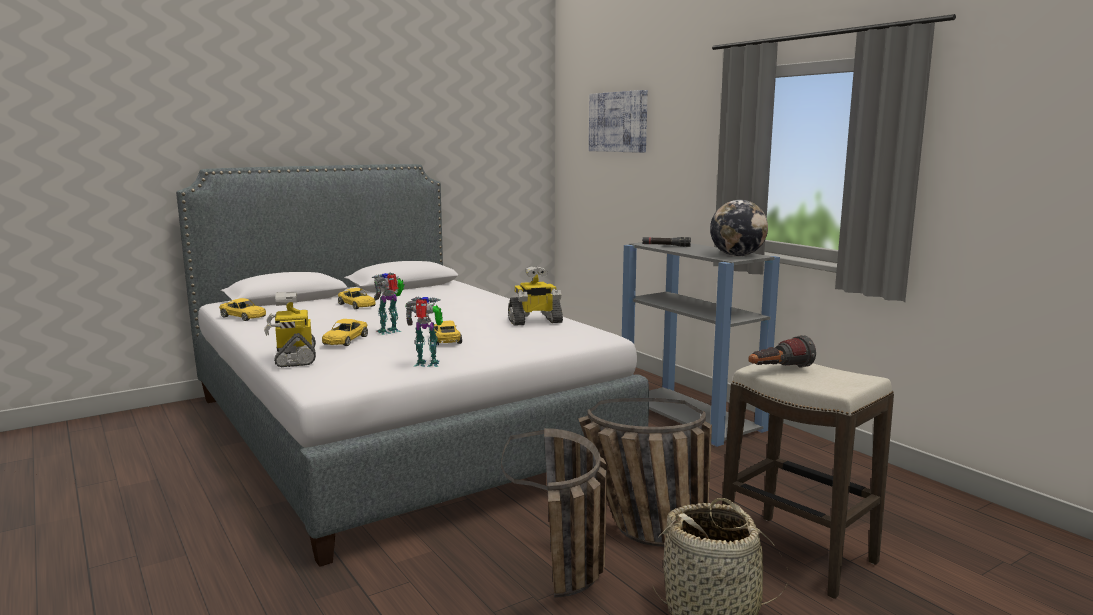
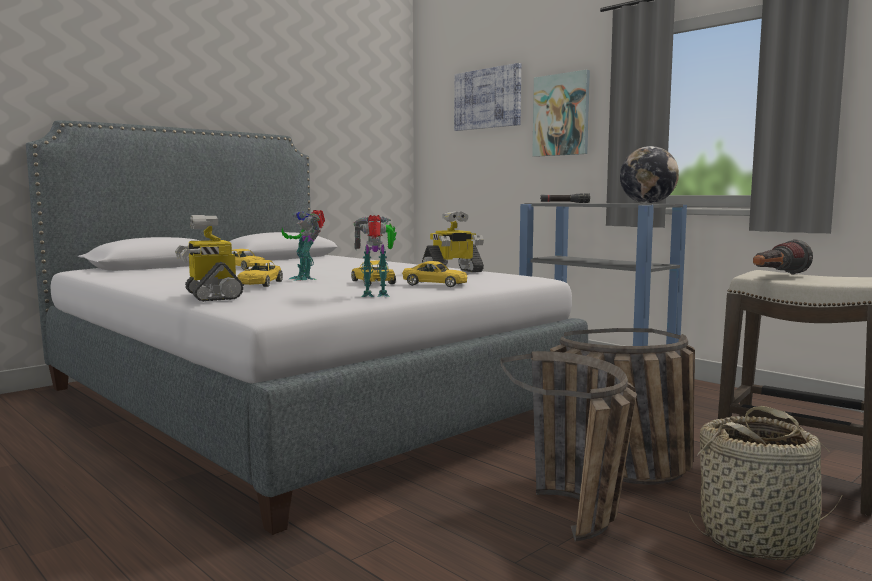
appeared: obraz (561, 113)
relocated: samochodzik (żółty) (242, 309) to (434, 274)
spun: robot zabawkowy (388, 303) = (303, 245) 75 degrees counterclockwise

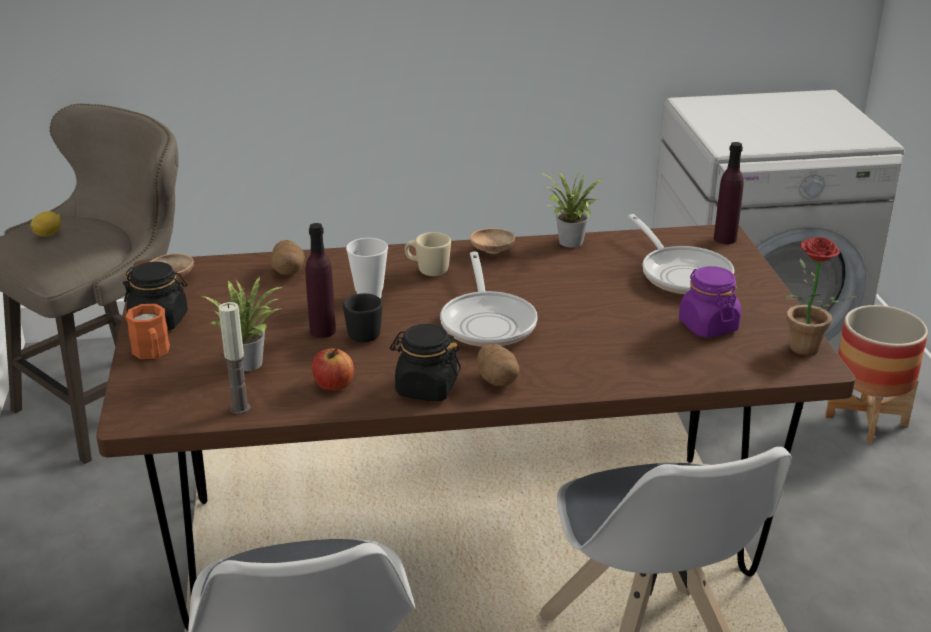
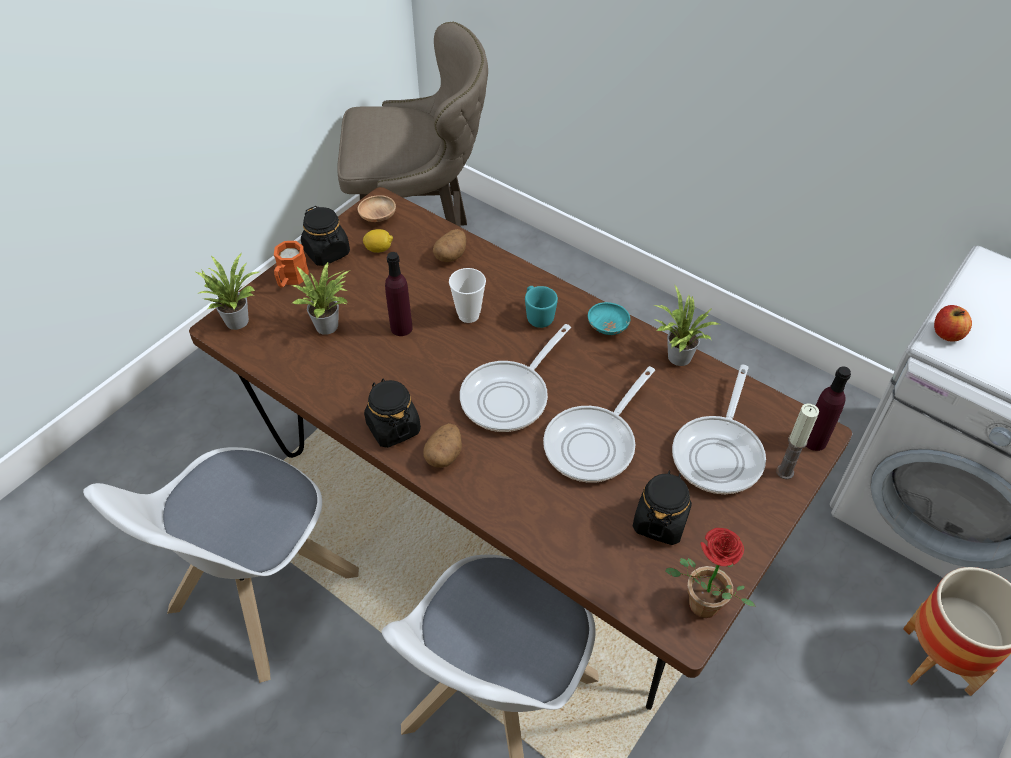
missing: kubek (czarny) (363, 317)
appeared: roślina doniczkowa (227, 291); patelnia (599, 424)
relocated: cytryna (45, 224) to (378, 241); świeca (234, 358) to (797, 441); jabłko (333, 370) to (953, 323)
colour: kubek (beżowy) (428, 254) to kubek (turkusowy) (541, 307); miska (brązowy) (492, 241) to miska (turkusowy) (609, 318); słoik (fioletowy) (710, 302) to słoik (czarny) (662, 507)

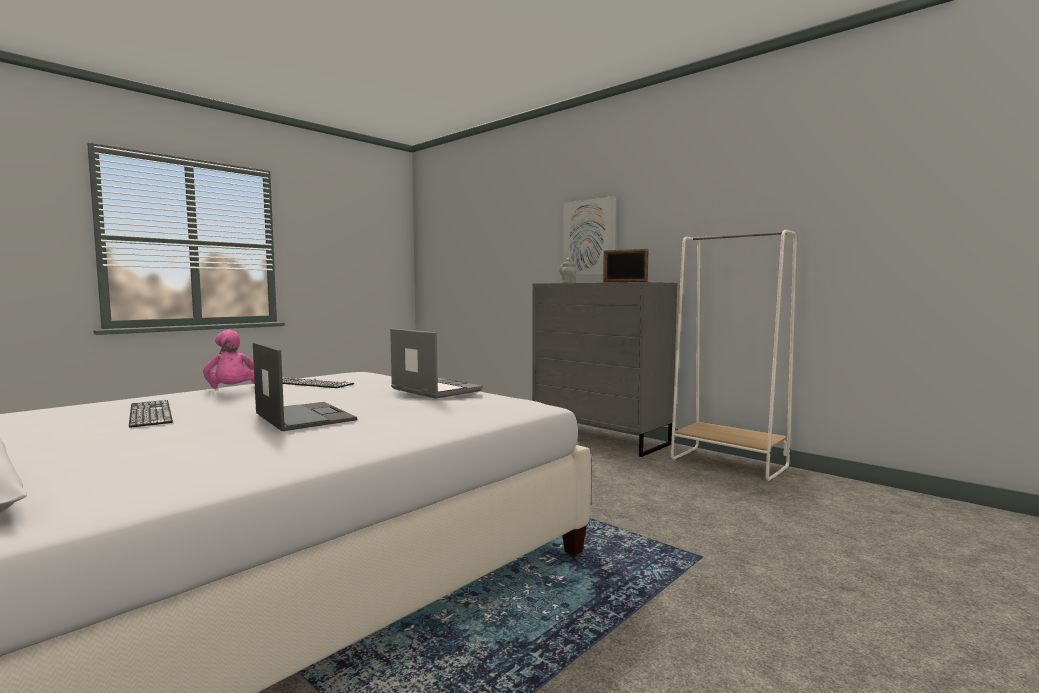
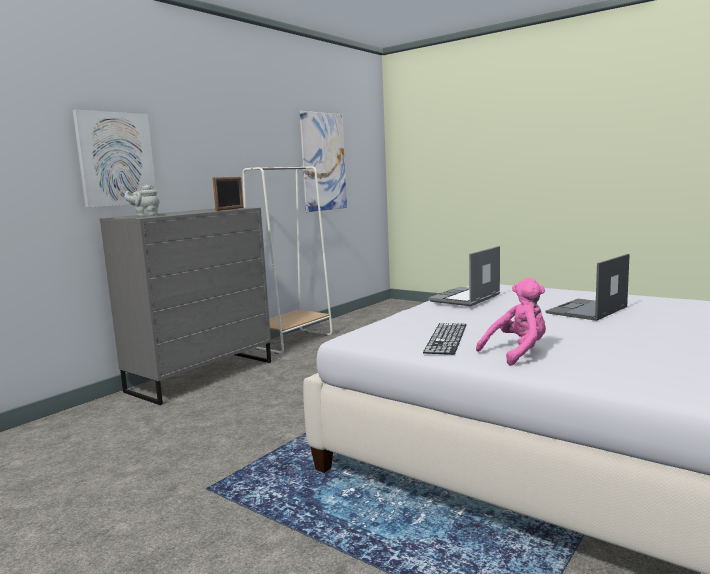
missing: klawiatura (151, 414)
appeared: obraz (323, 161)

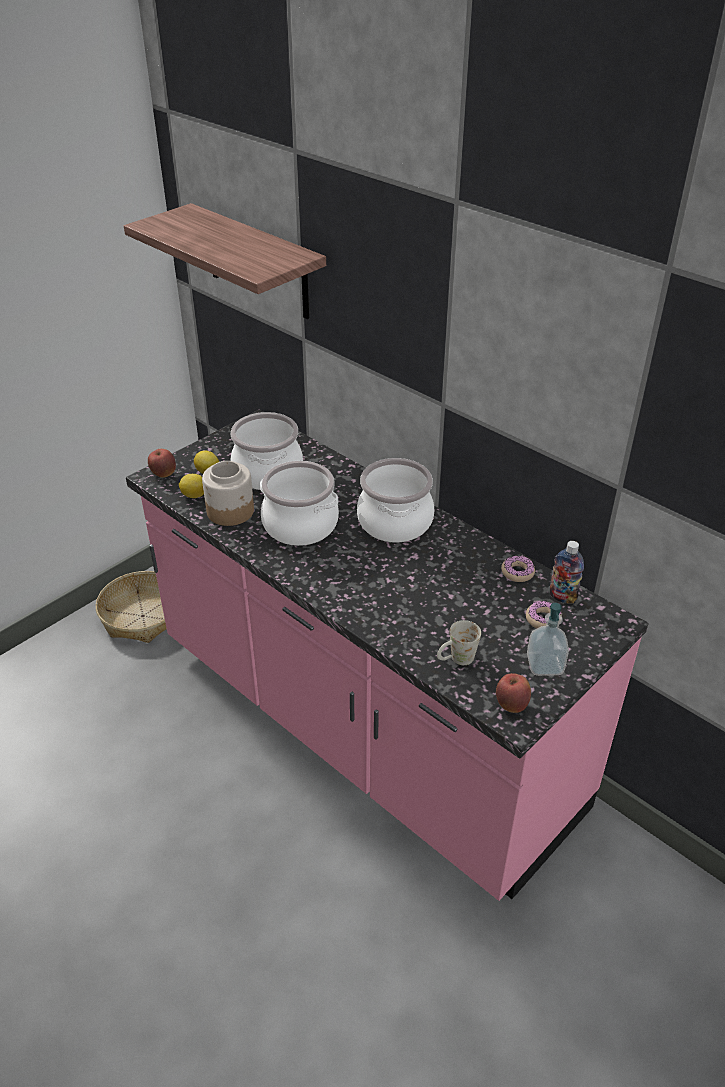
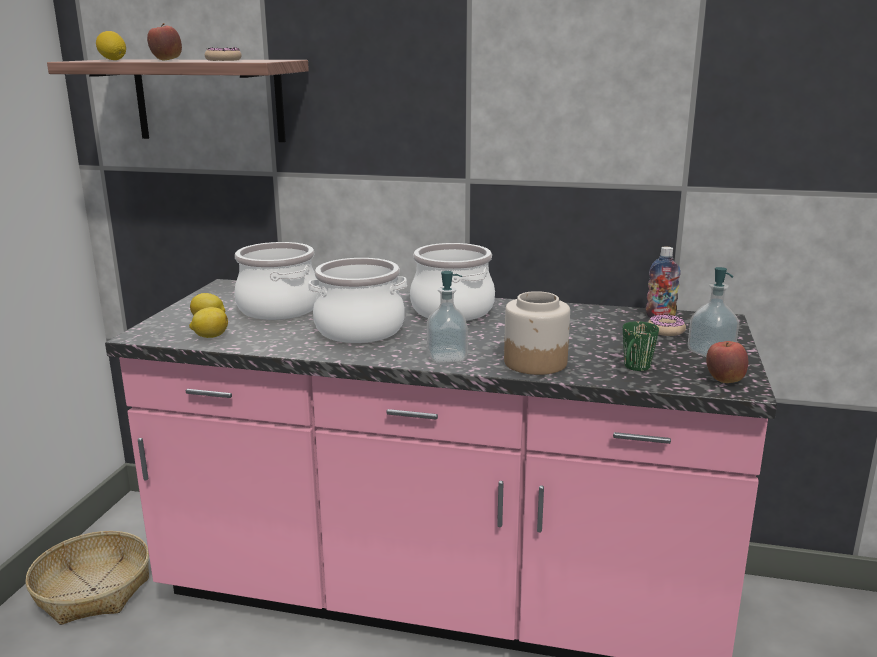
appeared: cytryna (111, 45); dozownik mydła (447, 317)
relocated: jabłko (162, 463) to (164, 42); słoik (228, 493) to (537, 333); donut (518, 569) to (223, 54)
colour: kubek (biały) (459, 642) to kubek (zielony) (641, 346)

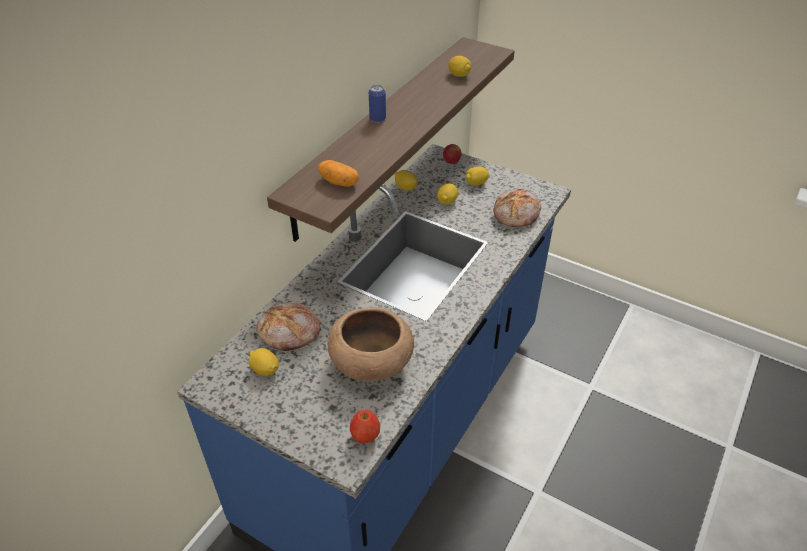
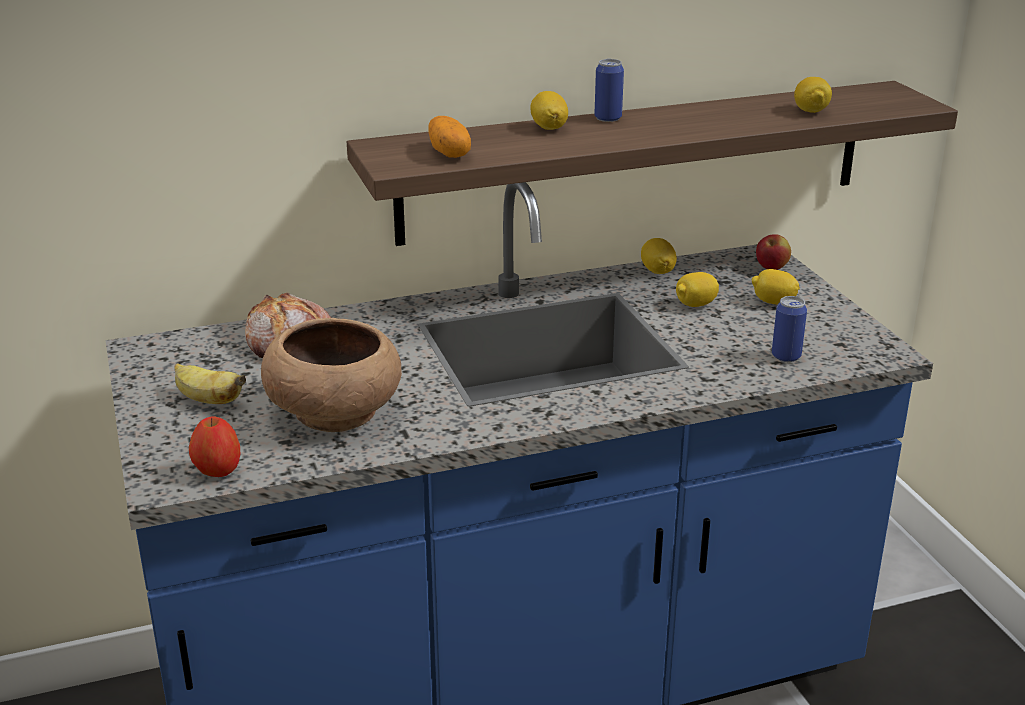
appeared: banan (210, 383)
relocated: cytryna (264, 362) to (549, 110)
exchanged: chleb (517, 207) to puszka (789, 329)

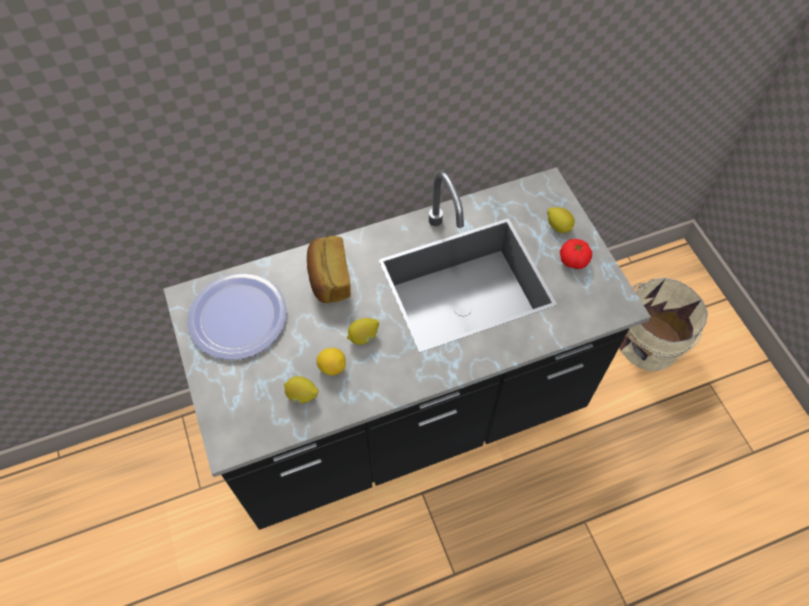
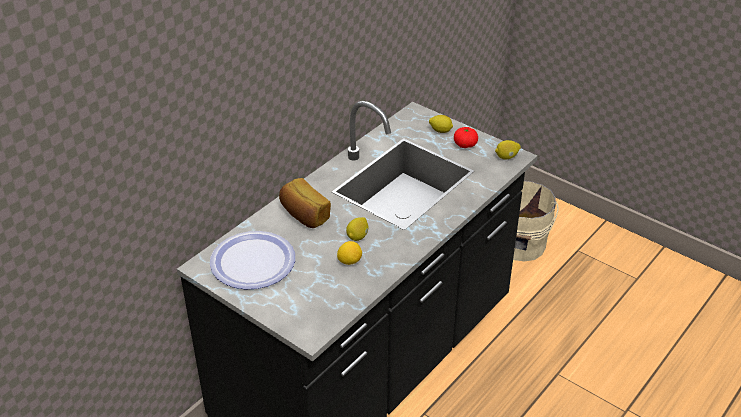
relocated: cytryna (301, 389) to (508, 149)

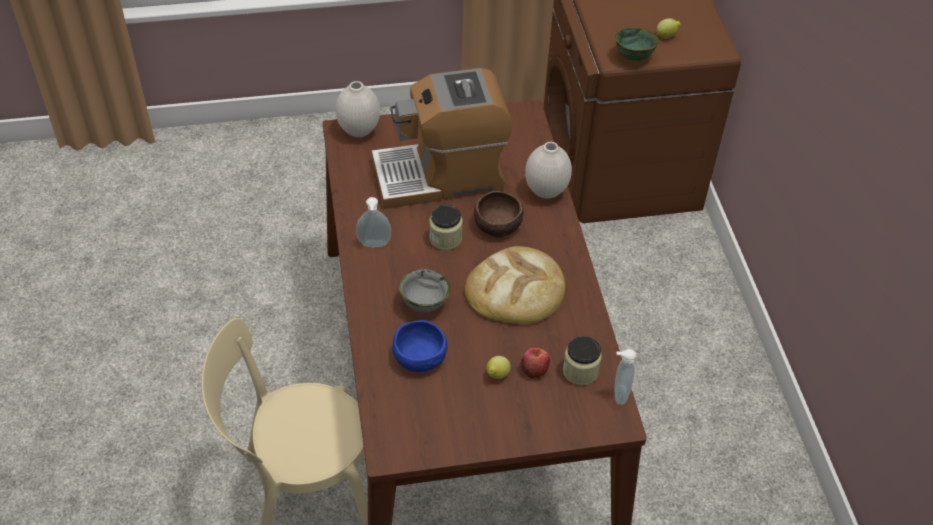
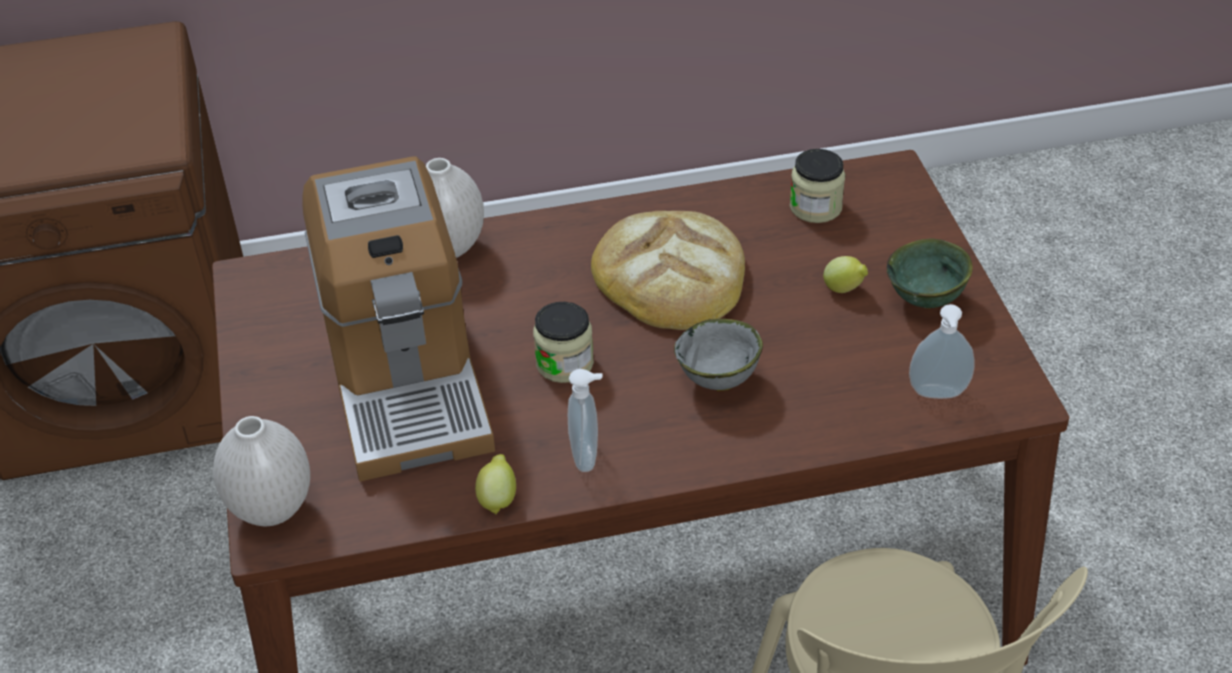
missing: miska (niebieski) (420, 346); miska (brązowy) (499, 214); jabłko (535, 363)
relocated: dozownik mydła (625, 377) to (942, 351); miska (zielony) (637, 45) to (930, 273); cytryna (669, 28) to (495, 484)

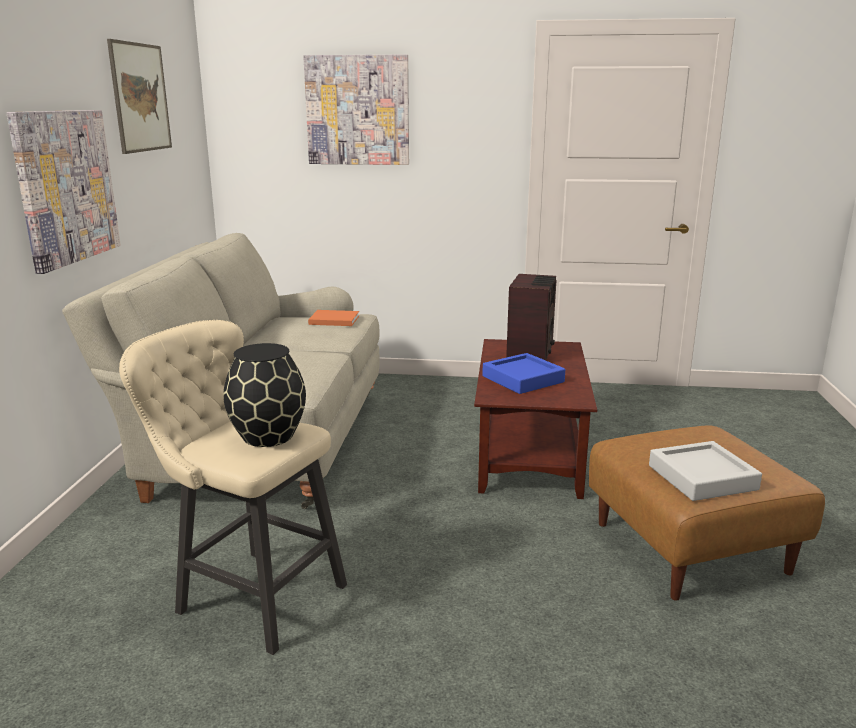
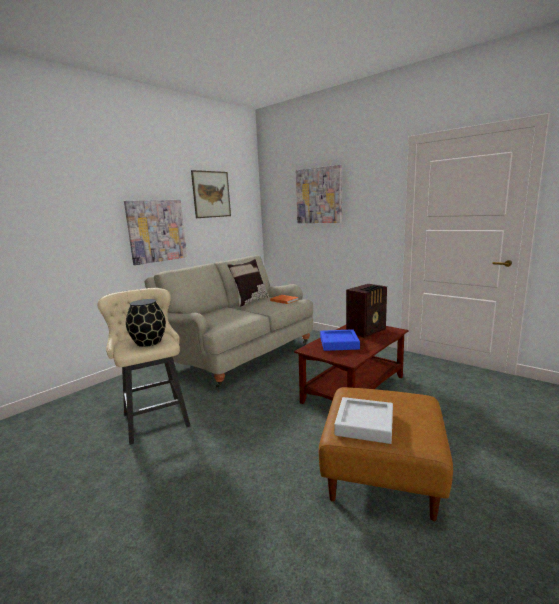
appeared: poduszka (248, 283)

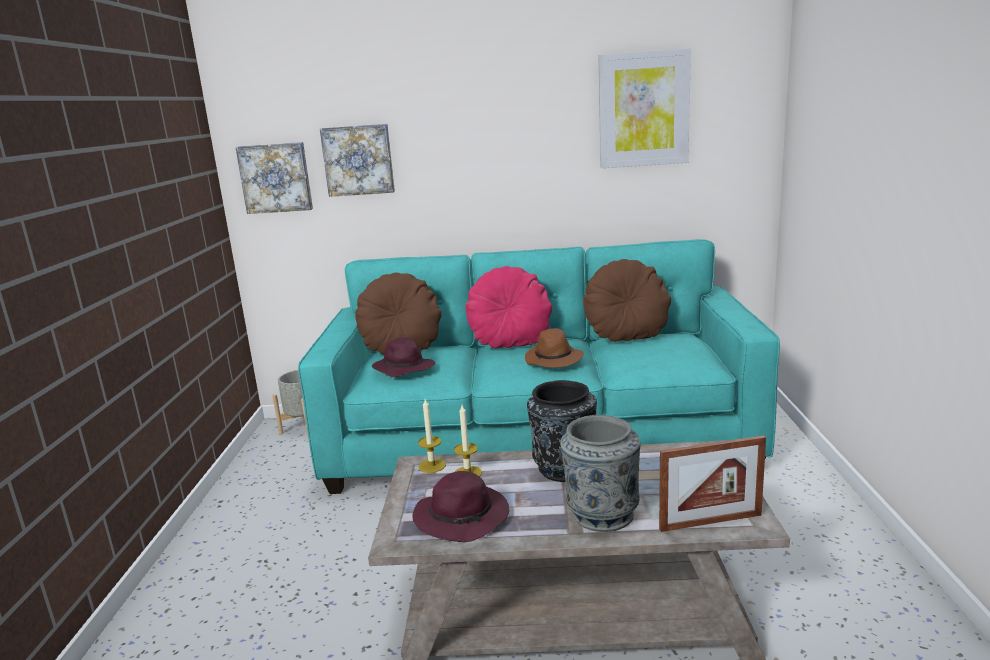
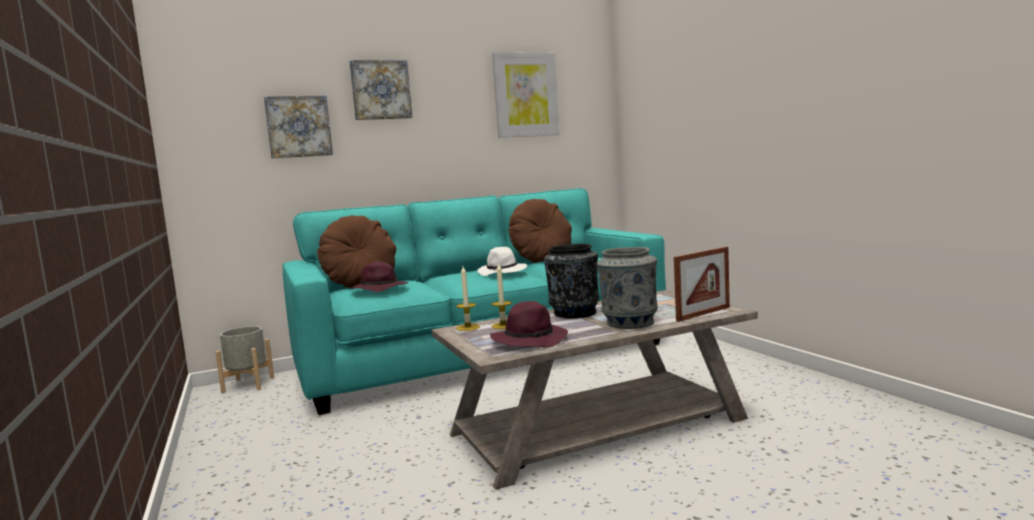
missing: poduszka (różowy) (509, 307)
relocated: obraz (274, 178) to (381, 90)
colour: kapelusz (brązowy) (554, 348) to kapelusz (biały) (502, 261)

